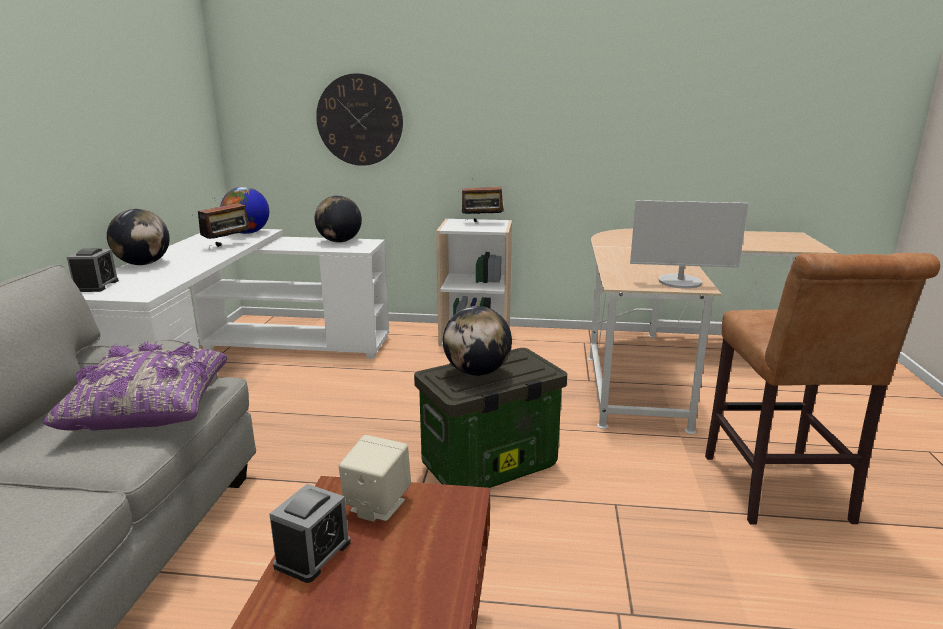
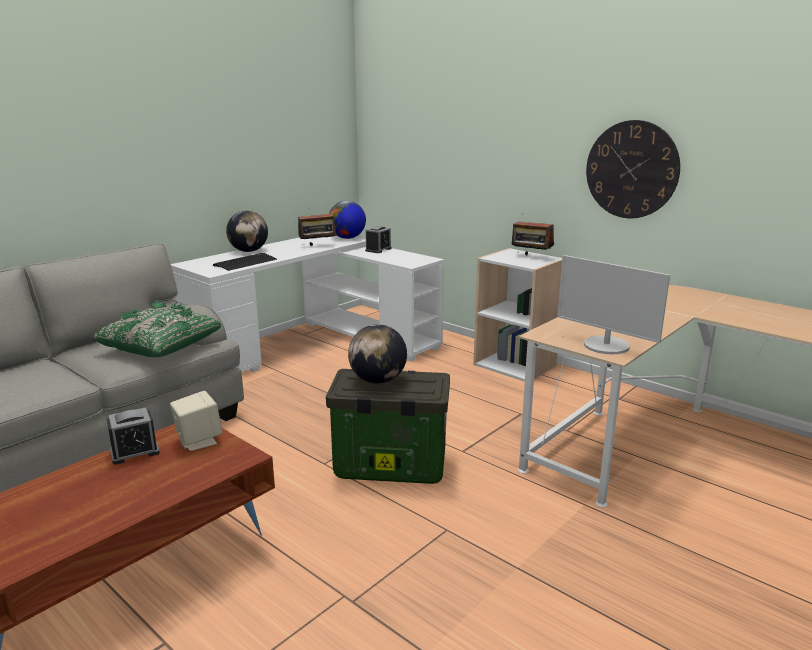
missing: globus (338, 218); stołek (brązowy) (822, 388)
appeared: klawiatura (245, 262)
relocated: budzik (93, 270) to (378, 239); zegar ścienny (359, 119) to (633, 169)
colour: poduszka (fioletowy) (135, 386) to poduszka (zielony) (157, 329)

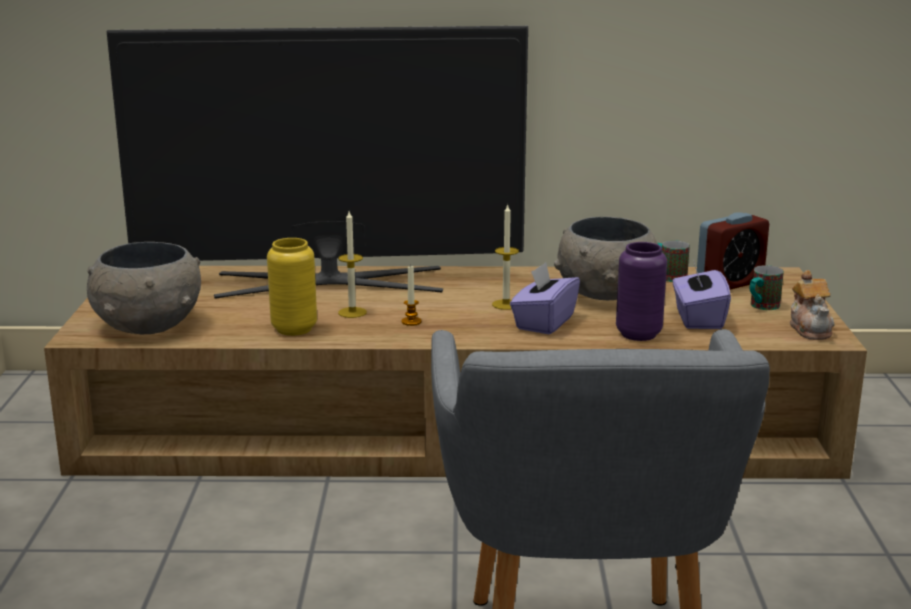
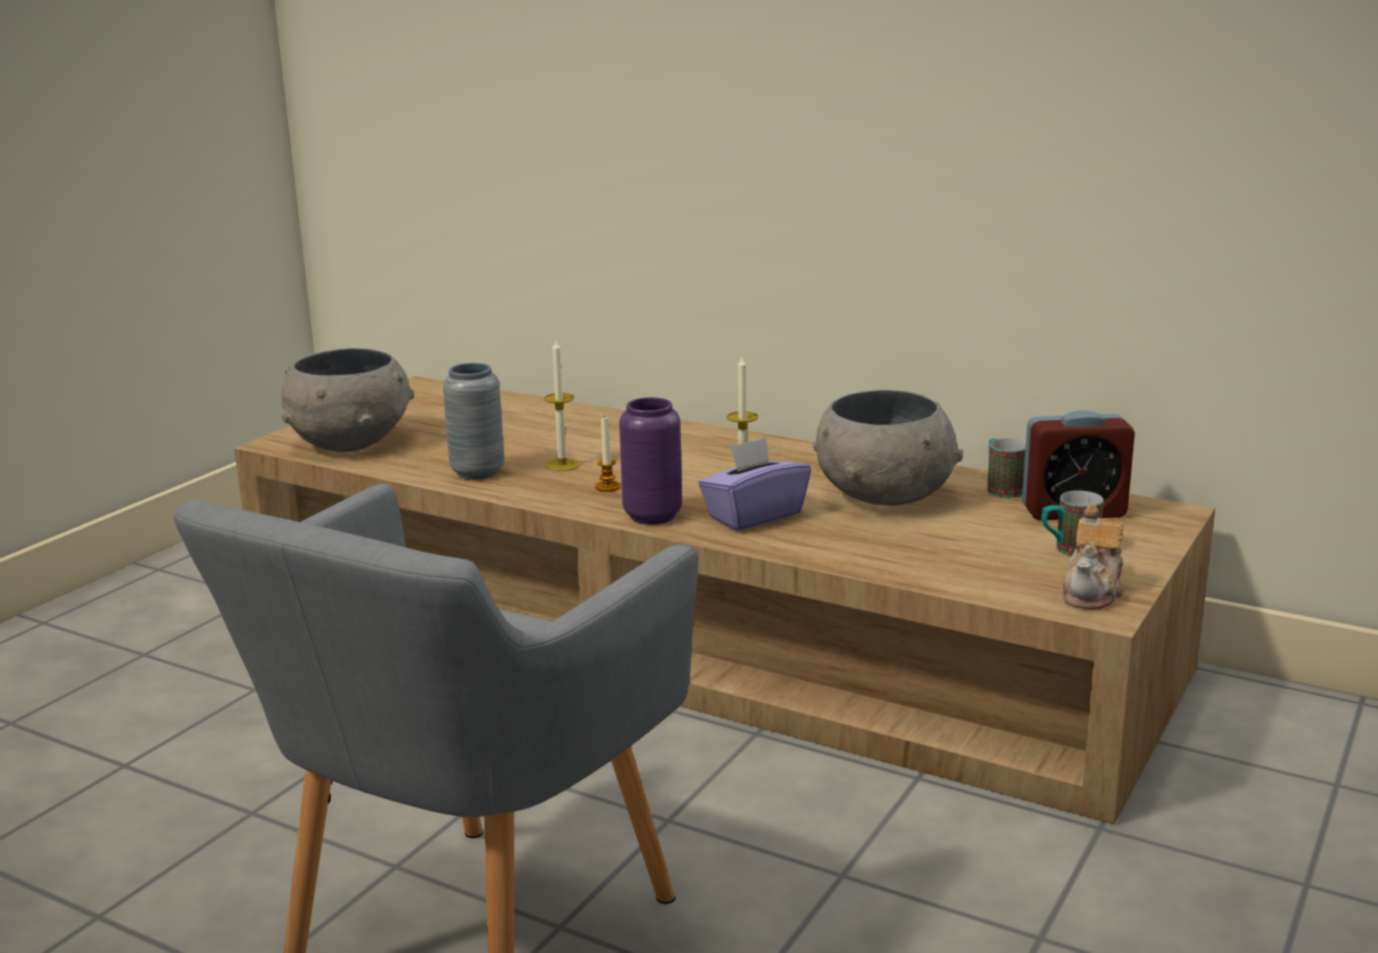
missing: telewizor (317, 162); pudełko chusteczek (fioletowy) (702, 294)
relocated: wazon (fioletowy) (641, 291) to (650, 460)
colour: wazon (żółty) (292, 287) to wazon (szary) (474, 421)

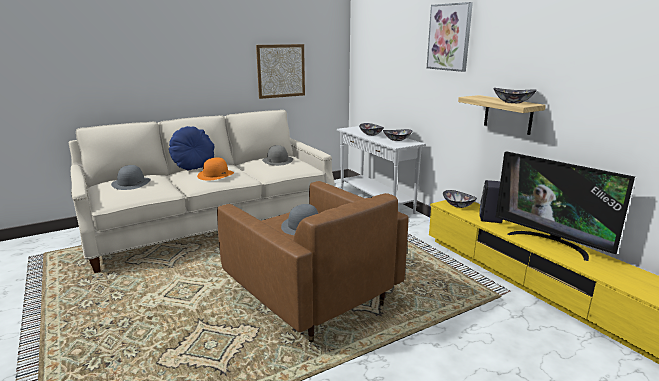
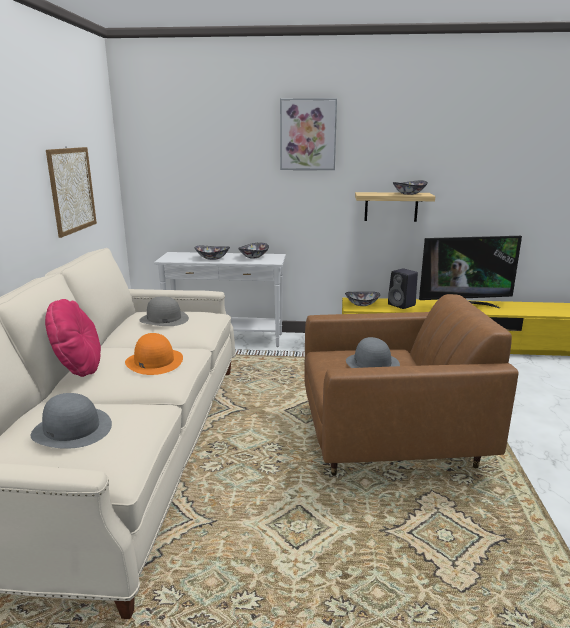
colour: poduszka (niebieski) (191, 148) to poduszka (różowy) (73, 338)

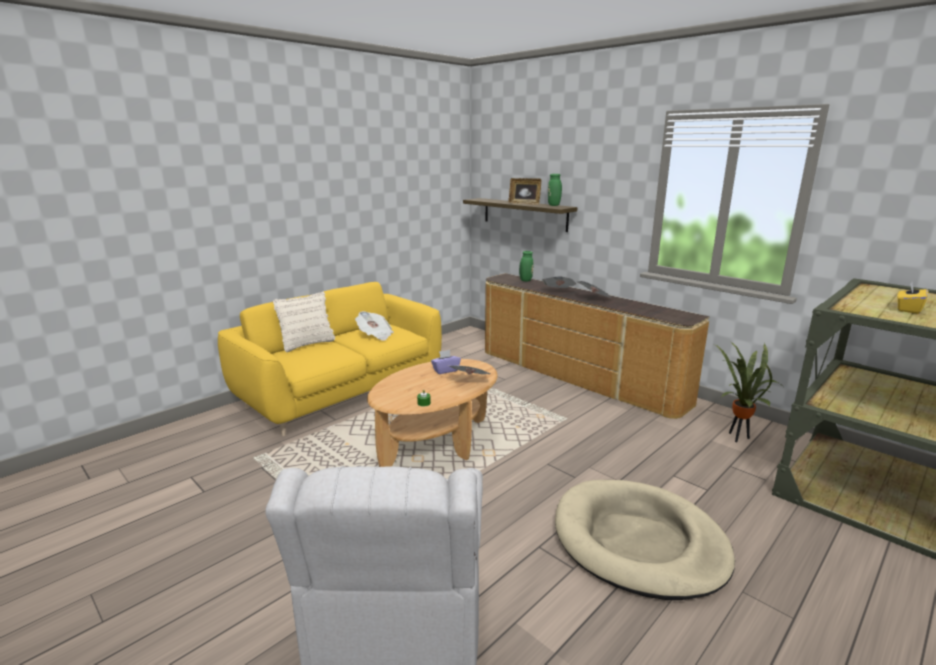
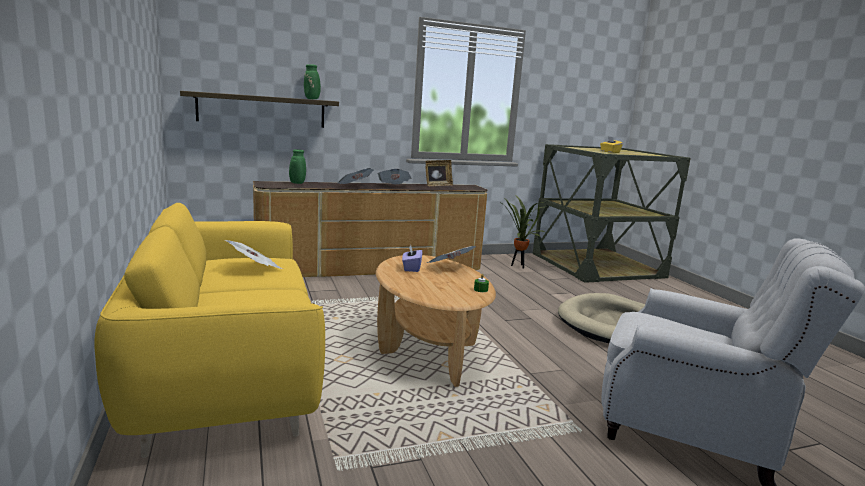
missing: poduszka (beżowy) (304, 322)
relocated: ramka na zdjęcie (525, 191) to (439, 173)

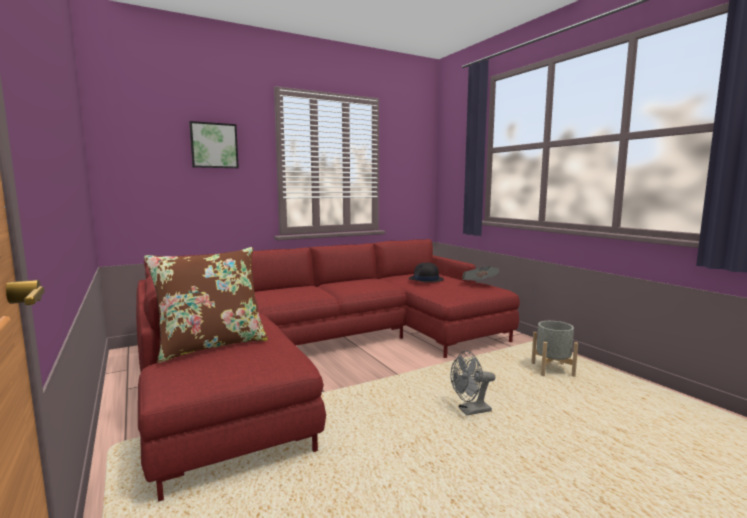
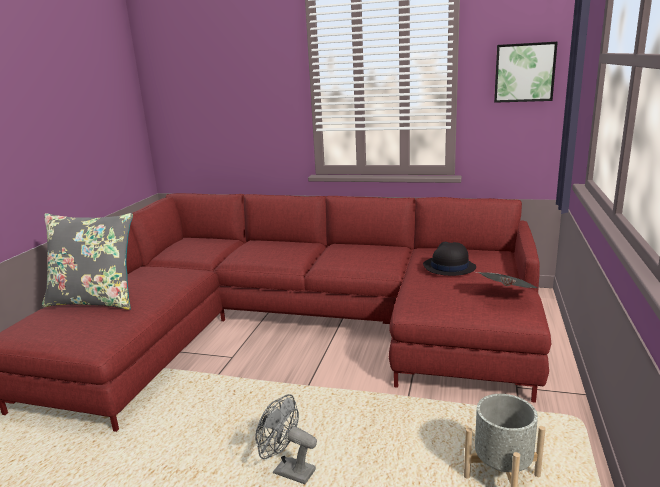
relocated: obraz (214, 144) to (526, 72)
colour: poduszka (brązowy) (206, 305) to poduszka (szary) (87, 261)

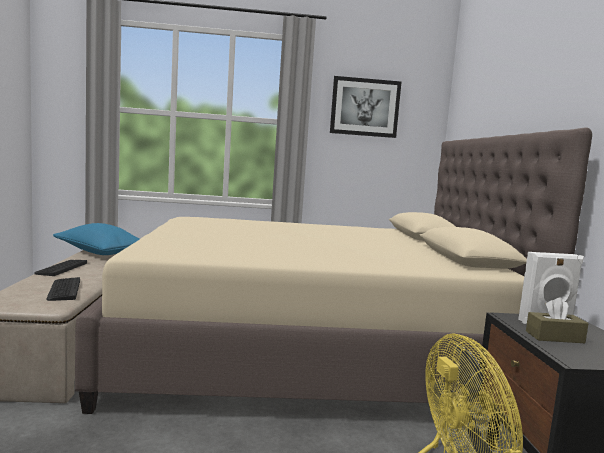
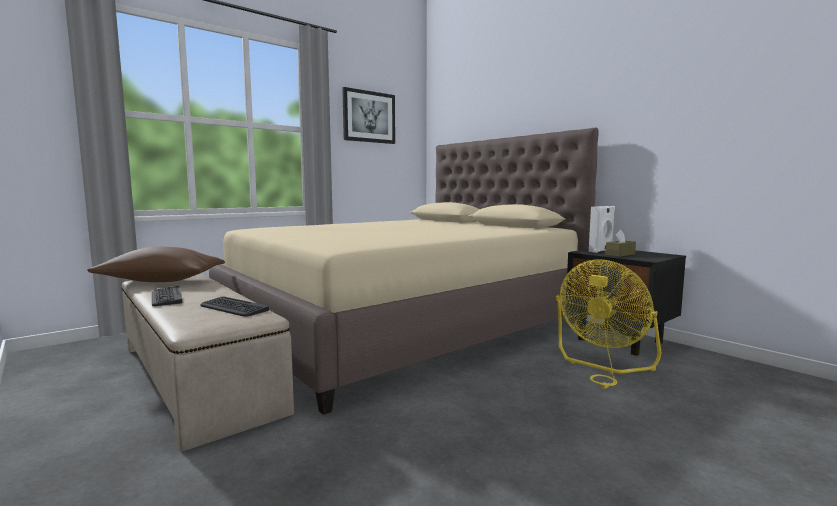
colour: poduszka (niebieski) (96, 239) to poduszka (brązowy) (156, 264)

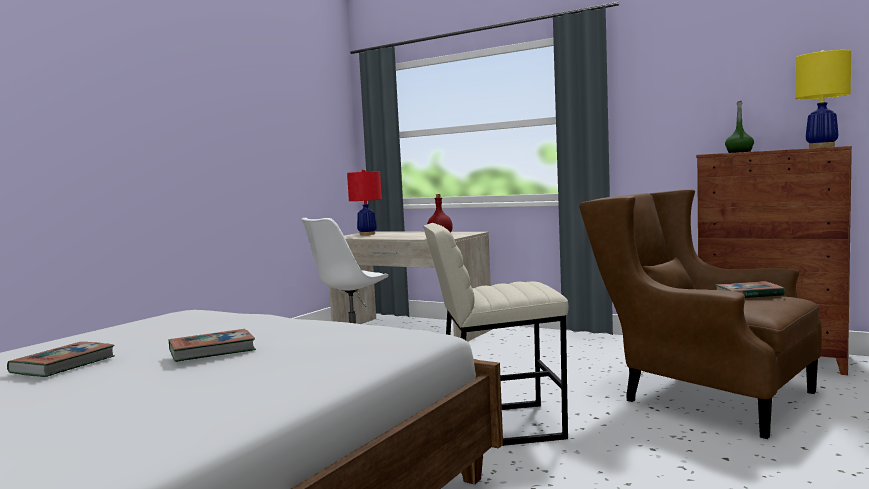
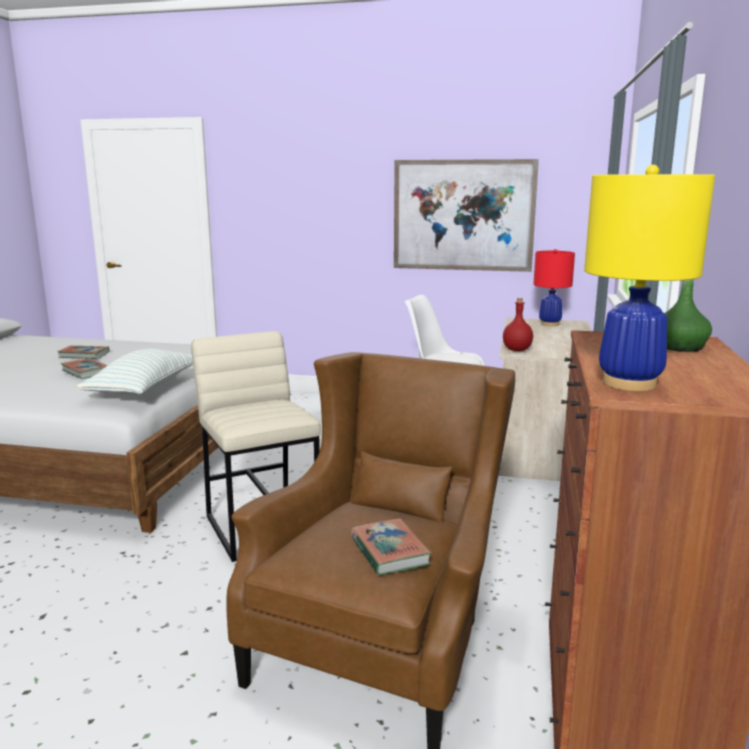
appeared: poduszka (134, 371); obraz (466, 215)

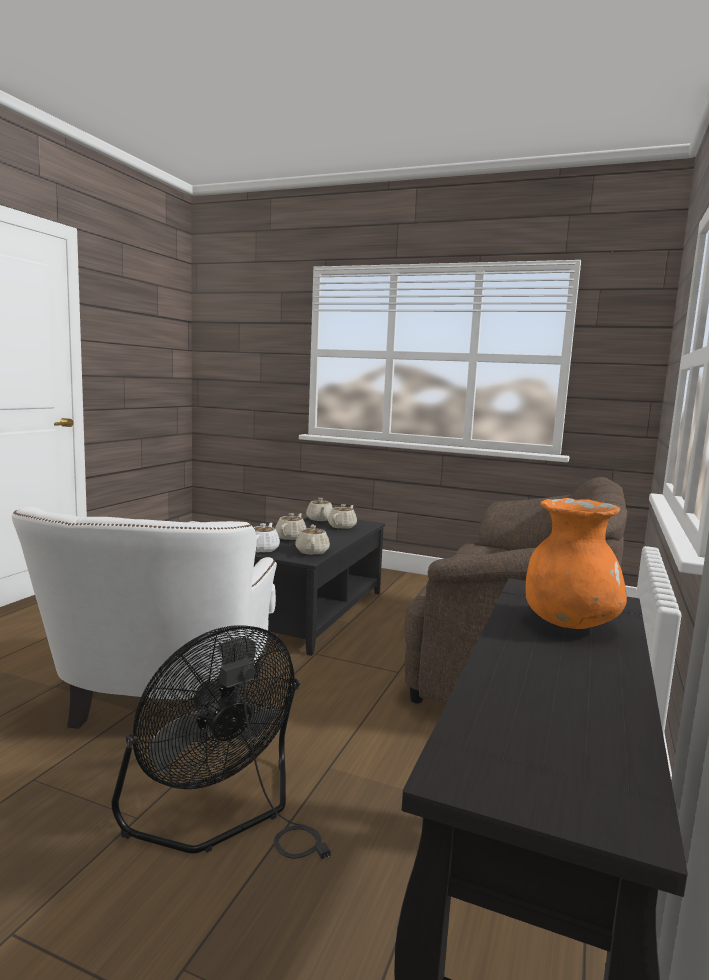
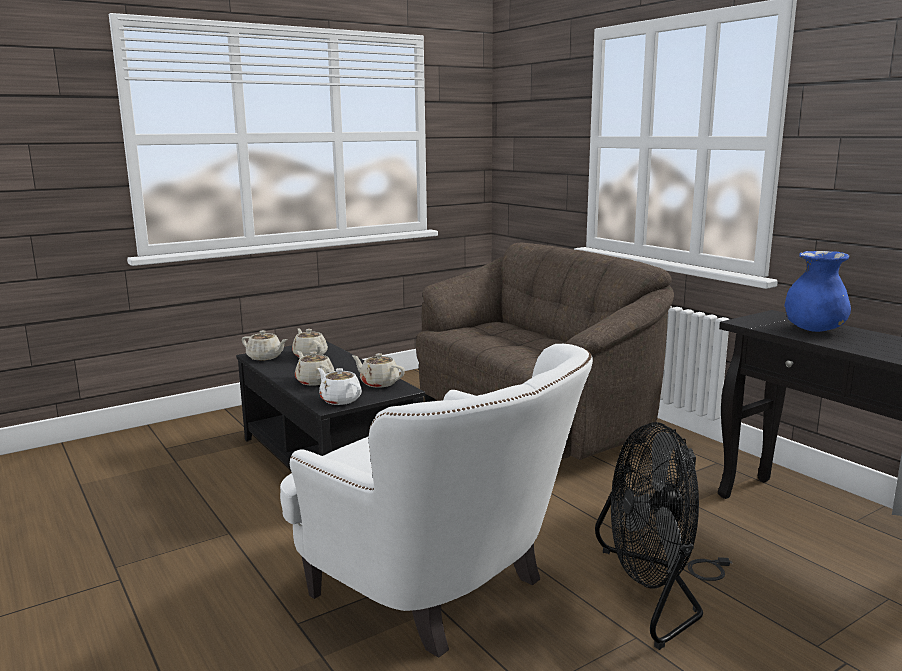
colour: wazon (pomarańczowy) (576, 563) to wazon (niebieski) (818, 291)

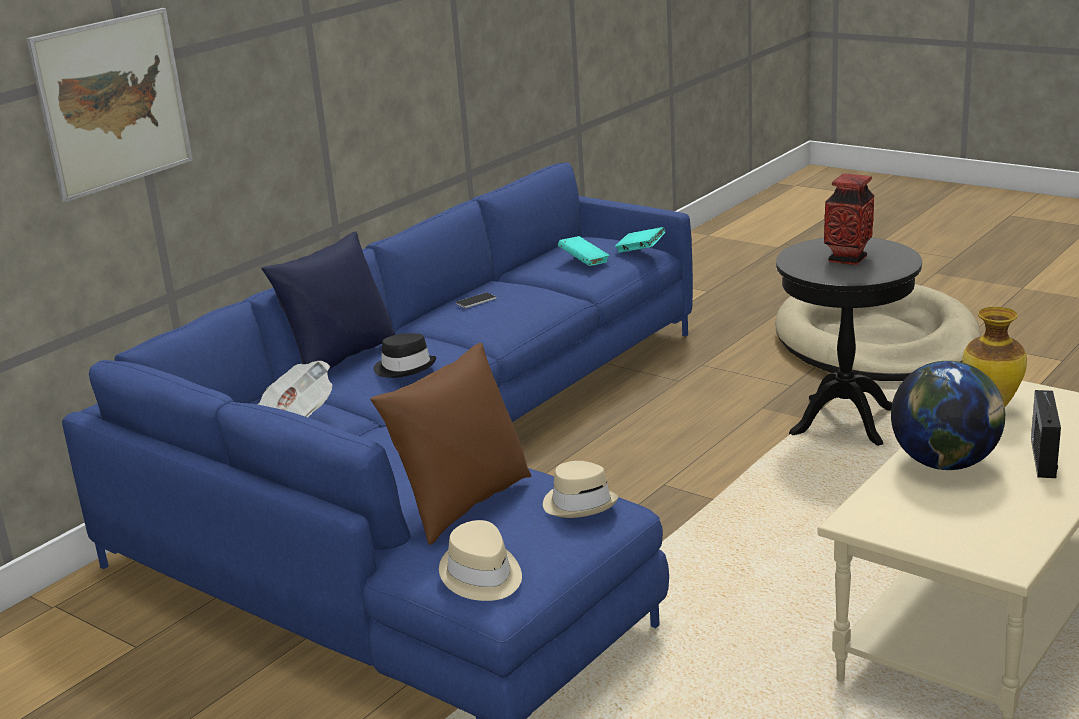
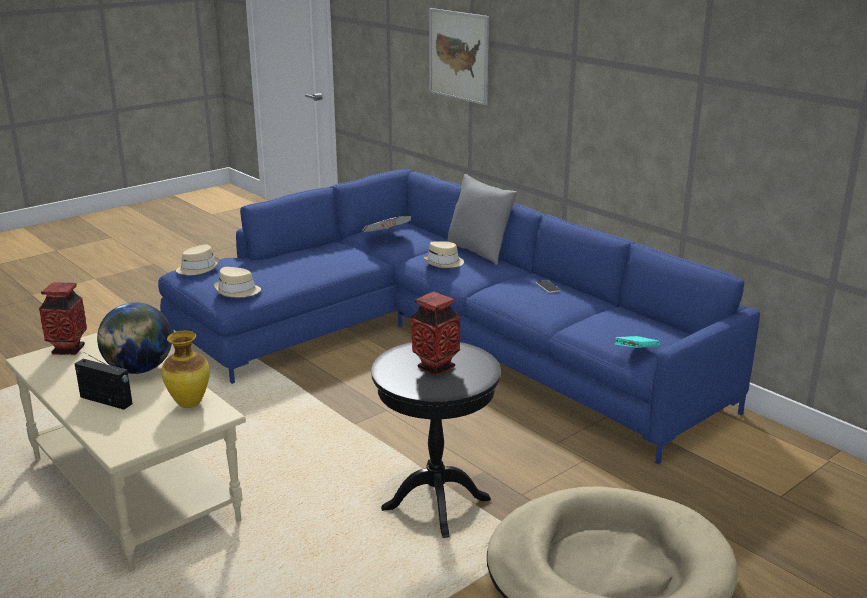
missing: poduszka (brązowy) (450, 444); książka (turkusowy) (584, 251)
appeared: wazon (63, 318)
colour: poduszka (niebieski) (328, 300) to poduszka (szary) (482, 219); kapelusz (czarny) (405, 355) to kapelusz (beżowy) (443, 254)

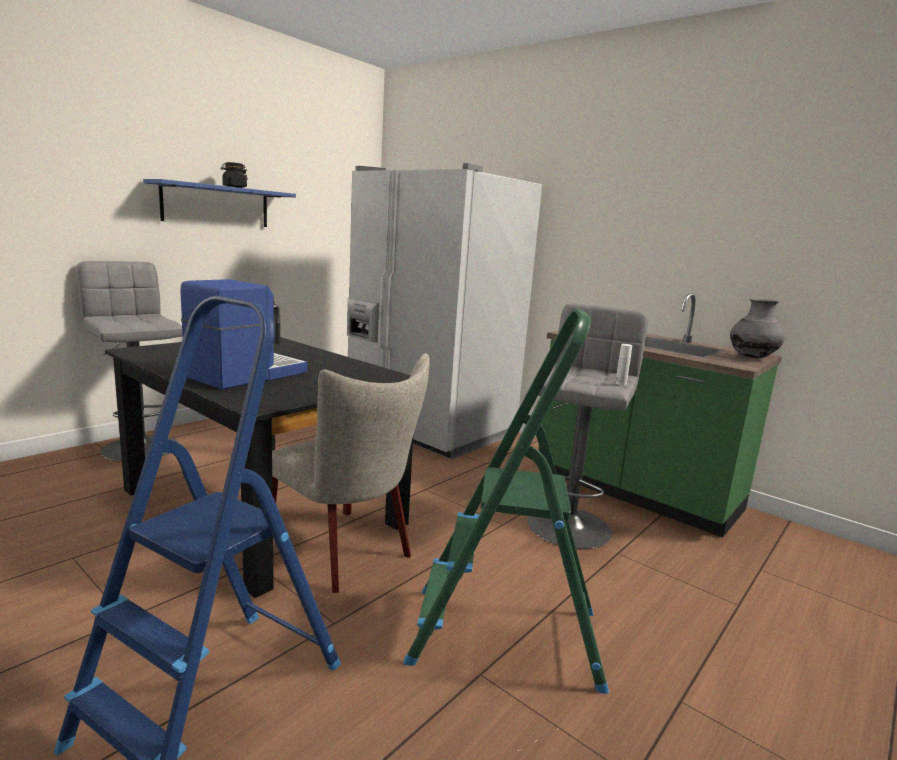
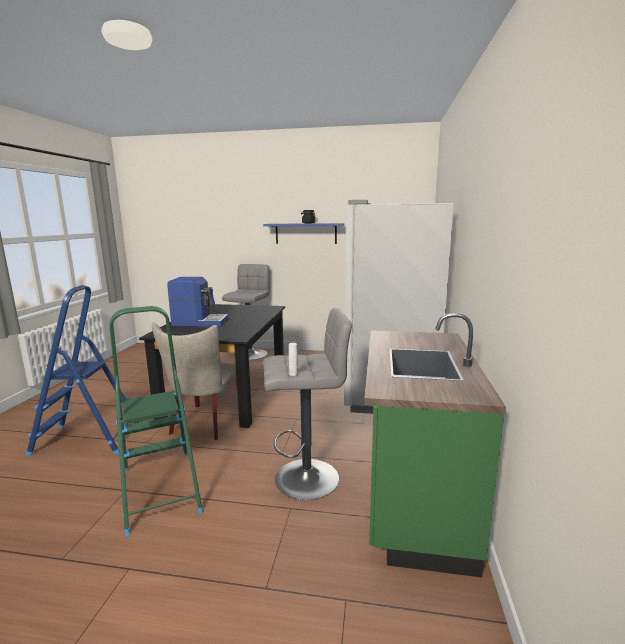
missing: wazon (szary) (757, 328)

